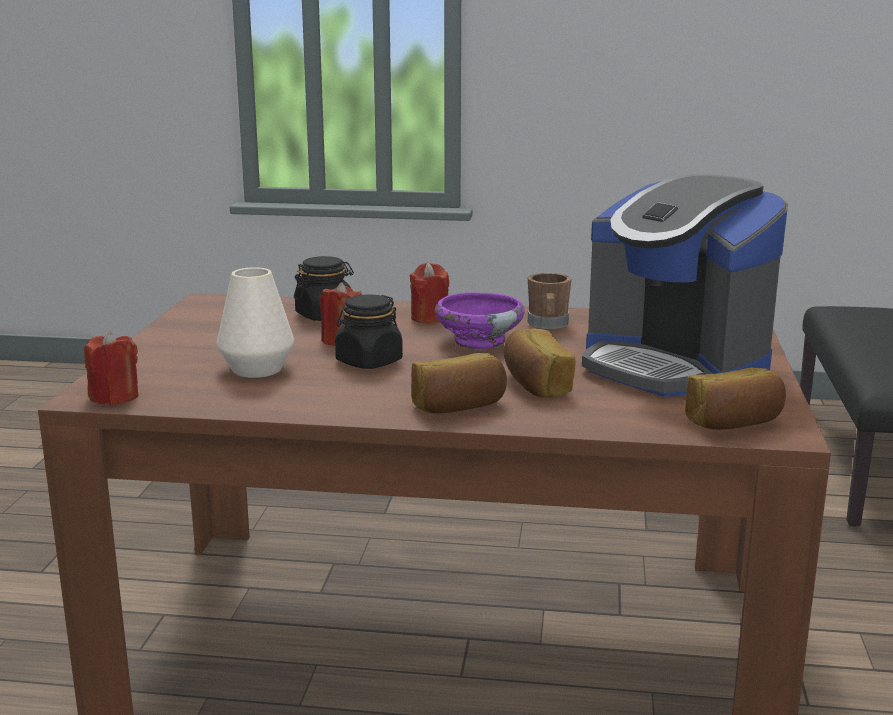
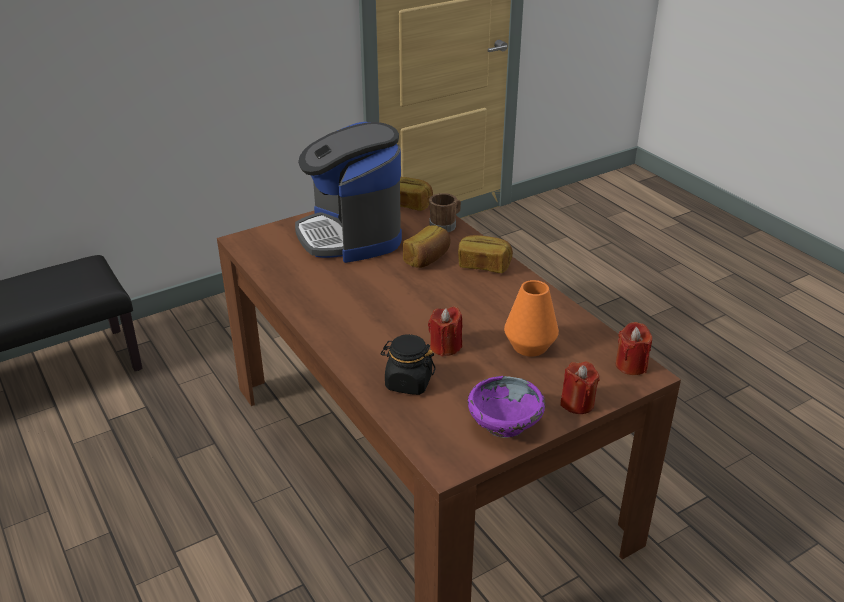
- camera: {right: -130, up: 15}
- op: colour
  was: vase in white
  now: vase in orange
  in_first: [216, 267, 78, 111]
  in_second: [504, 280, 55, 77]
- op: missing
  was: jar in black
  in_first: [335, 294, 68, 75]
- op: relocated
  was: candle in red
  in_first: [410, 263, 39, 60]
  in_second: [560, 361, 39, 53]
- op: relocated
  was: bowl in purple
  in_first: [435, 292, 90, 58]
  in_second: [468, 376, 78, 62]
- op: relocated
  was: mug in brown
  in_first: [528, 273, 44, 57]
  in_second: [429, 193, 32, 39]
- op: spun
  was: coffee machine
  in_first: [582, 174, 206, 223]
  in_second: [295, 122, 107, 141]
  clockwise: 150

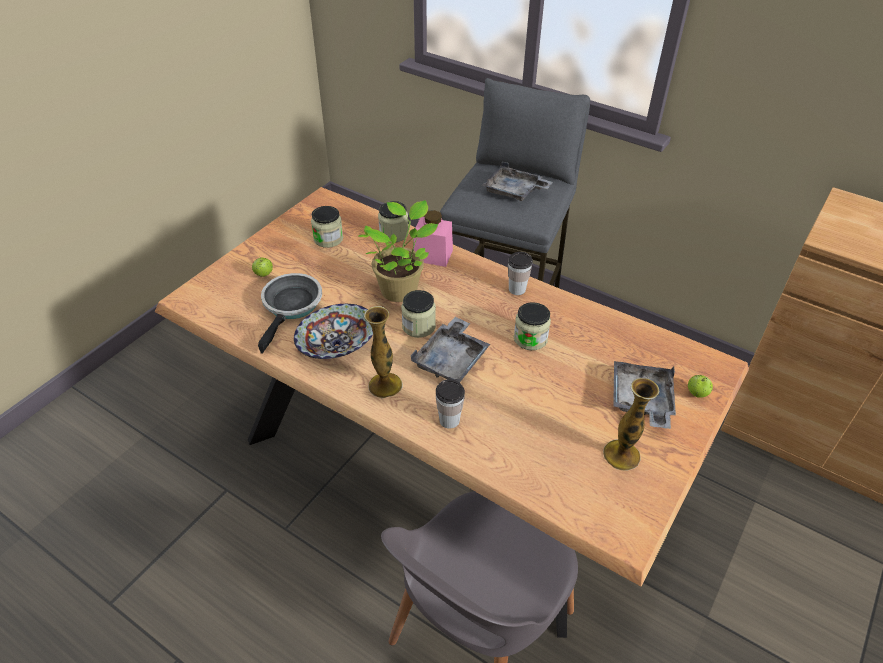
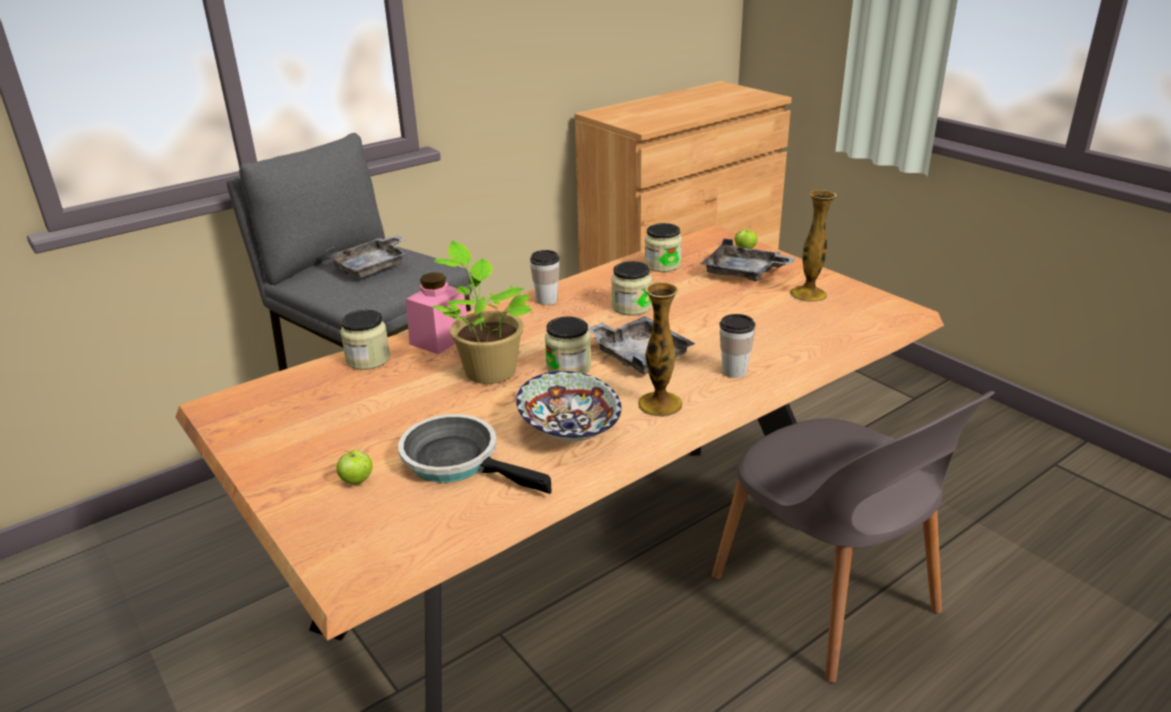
- camera: {right: -70, up: -15}
- op: relocated
  was: jar
  in_first: [311, 206, 32, 42]
  in_second: [645, 223, 37, 49]

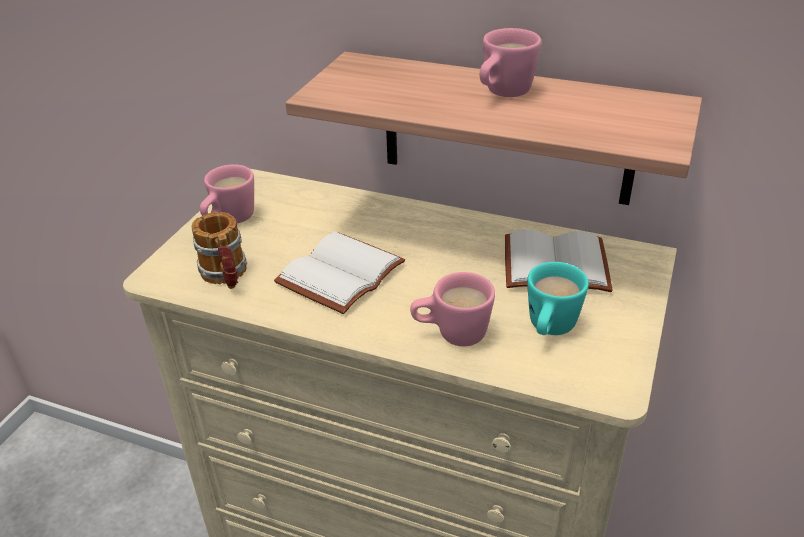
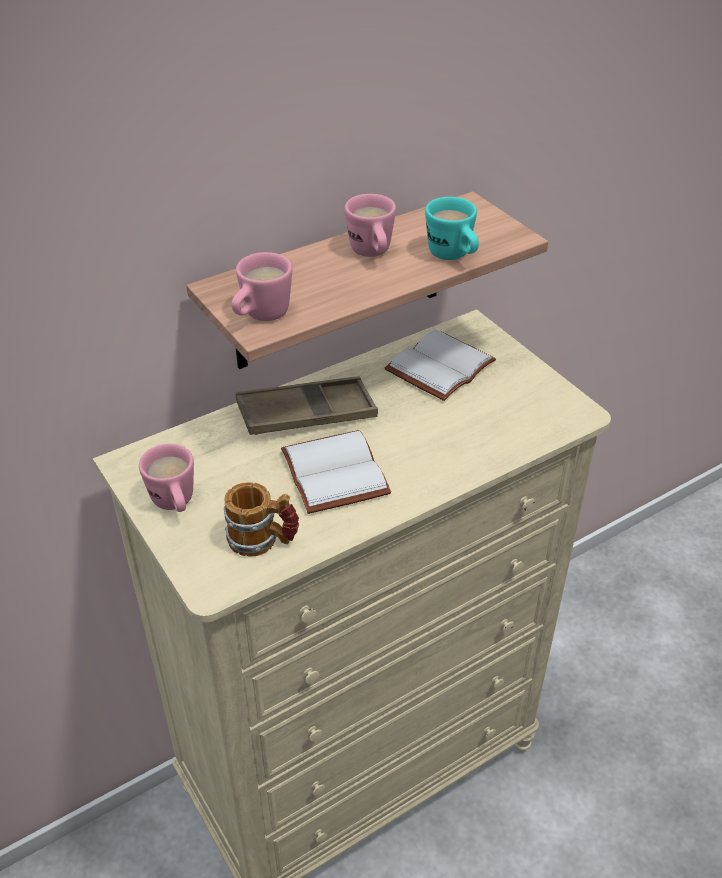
- camera: {right: -55, up: 5}
- op: relocated
  was: mug in pink
  in_first: [410, 272, 85, 74]
  in_second: [232, 252, 60, 69]
- op: relocated
  was: mug in turquoise
  in_first: [527, 262, 62, 73]
  in_second: [425, 197, 54, 63]
- op: appeared
  now: tray in brown
  in_second: [236, 376, 142, 59]

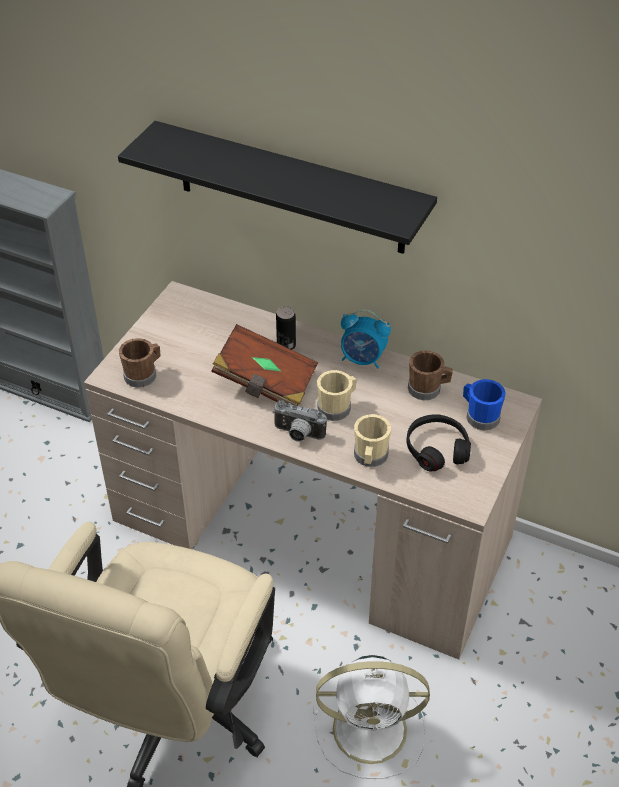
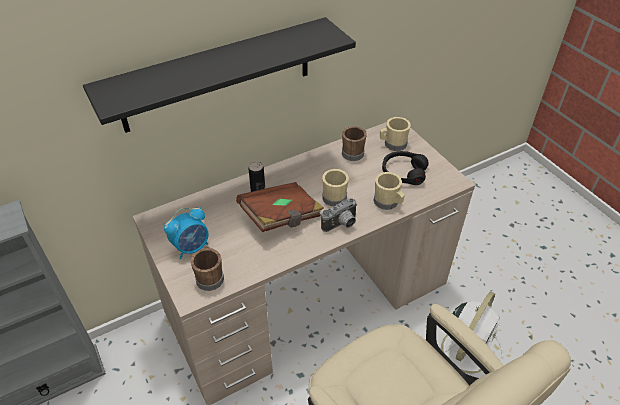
- camera: {right: -55, up: 0}
- op: relocated
  was: alarm clock
  in_first: [341, 309, 50, 59]
  in_second: [164, 207, 44, 52]
- op: colour
  was: mug in blue
  now: mug in beige
  in_first: [463, 379, 43, 52]
  in_second: [380, 117, 31, 34]

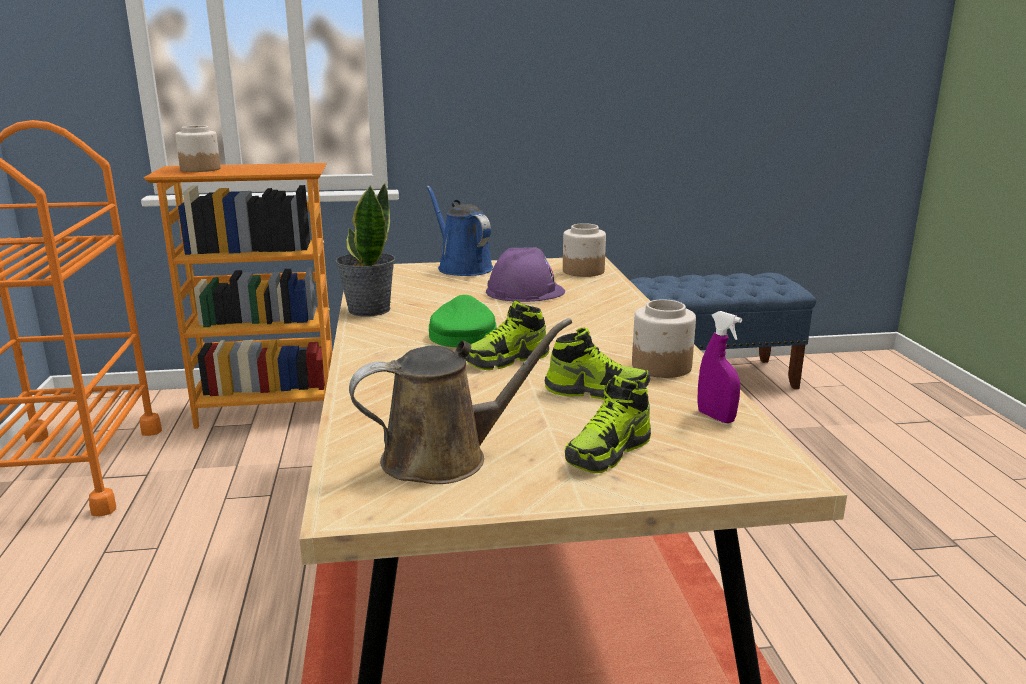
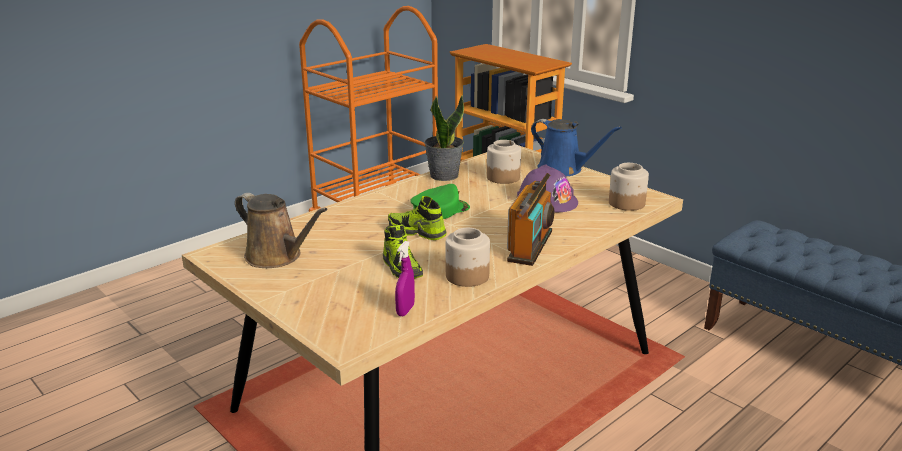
- camera: {right: 55, up: 5}
- op: relocated
  was: jar
  in_first: [175, 125, 45, 47]
  in_second: [487, 140, 34, 44]
- op: spun
  was: watering can in blue
  in_first: [426, 186, 67, 90]
  in_second: [531, 119, 91, 57]
  clockwise: 105
- op: missing
  was: shoe
  in_first: [565, 375, 86, 98]
- op: appeared
  now: radio
  in_second: [507, 173, 47, 93]

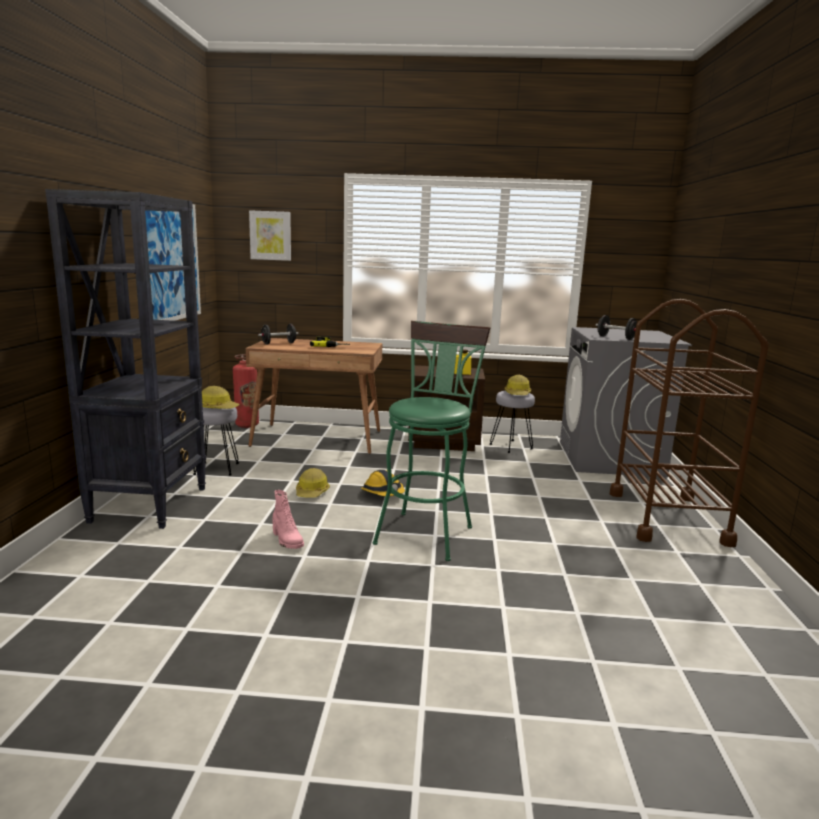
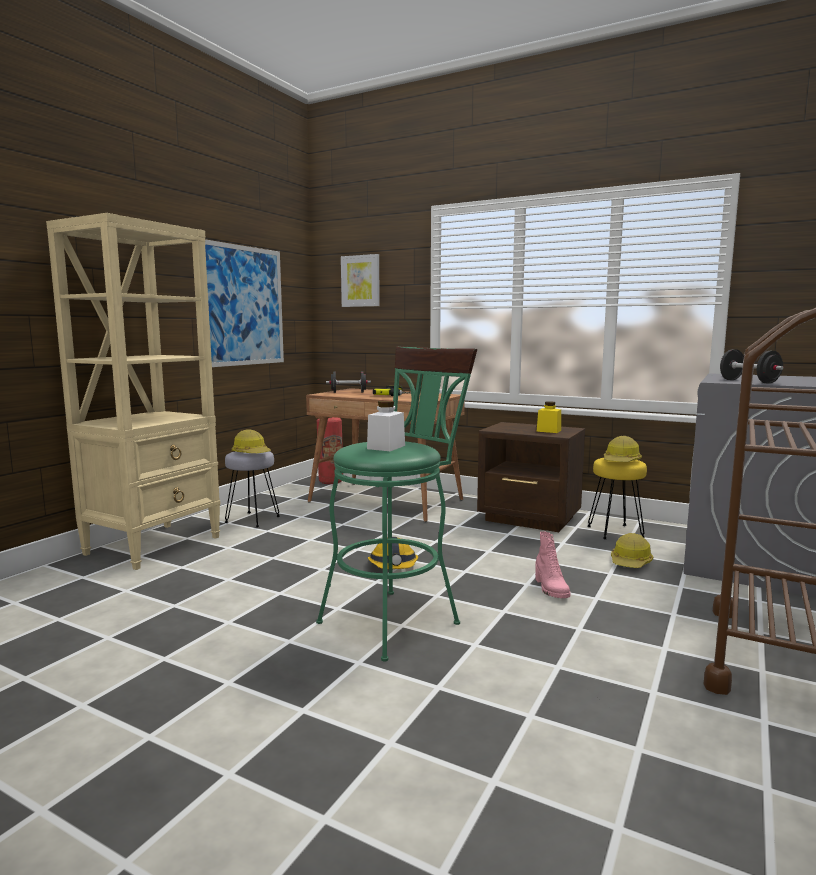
- camera: {right: 25, up: -5}
- op: colour
  was: bookcase in black
  now: bookcase in beige
  in_first: [45, 189, 161, 340]
  in_second: [46, 213, 174, 357]
- op: relocated
  was: boot in pink
  in_first: [272, 490, 32, 59]
  in_second: [535, 532, 35, 66]
- op: relocated
  was: hard hat
  in_first: [296, 468, 34, 30]
  in_second: [611, 533, 43, 35]
- op: colour
  was: stool in grey
  now: stool in yellow
  in_first: [490, 391, 45, 62]
  in_second: [587, 458, 60, 82]
- op: appeared
  now: jar in white
  in_second: [367, 400, 38, 51]

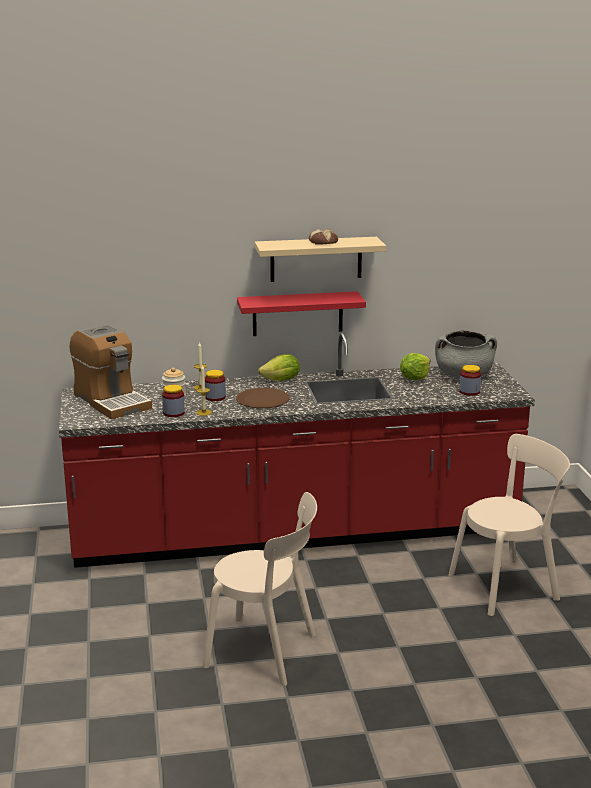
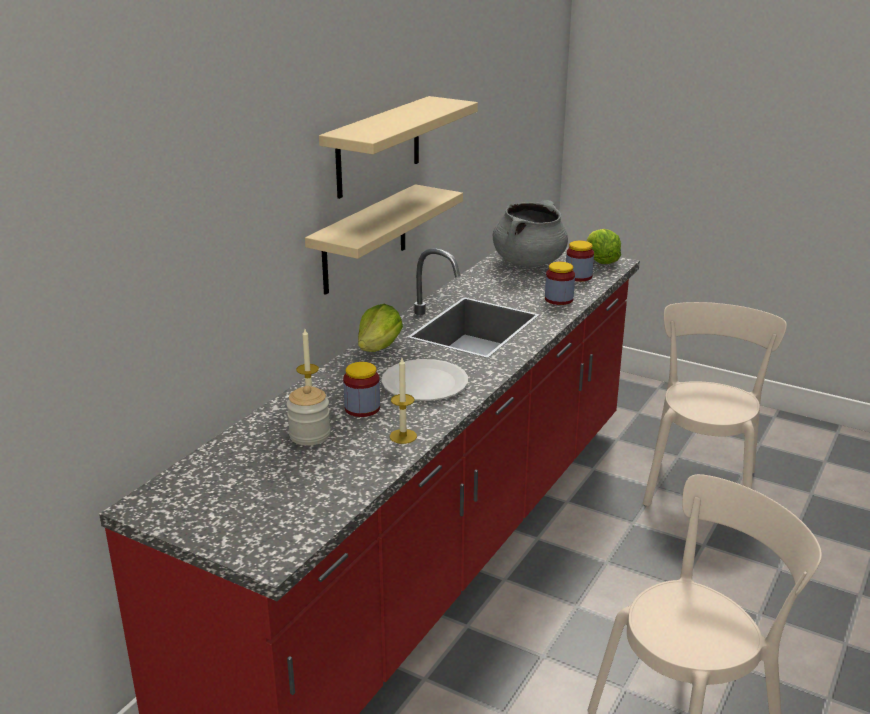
- camera: {right: -50, up: 5}
- op: missing
  was: coffee machine
  in_first: [70, 324, 82, 95]
- op: relocated
  was: jar
  in_first: [162, 385, 23, 32]
  in_second: [545, 262, 30, 43]
- op: colour
  was: plate in brown
  now: plate in white
  in_first: [236, 388, 54, 20]
  in_second: [381, 359, 87, 42]
- op: colour
  was: shelf in red
  now: shelf in beige
  in_first: [237, 291, 129, 45]
  in_second: [305, 184, 158, 111]
- op: missing
  was: bread
  in_first: [309, 229, 29, 16]
- op: relocated
  was: lettuce
  in_first: [400, 353, 30, 27]
  in_second: [587, 229, 34, 35]

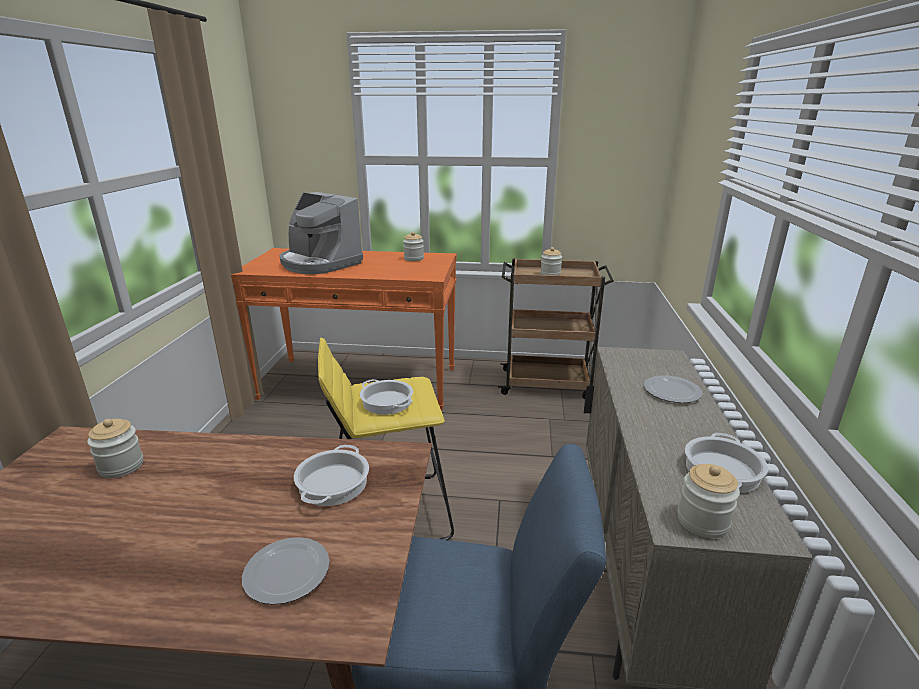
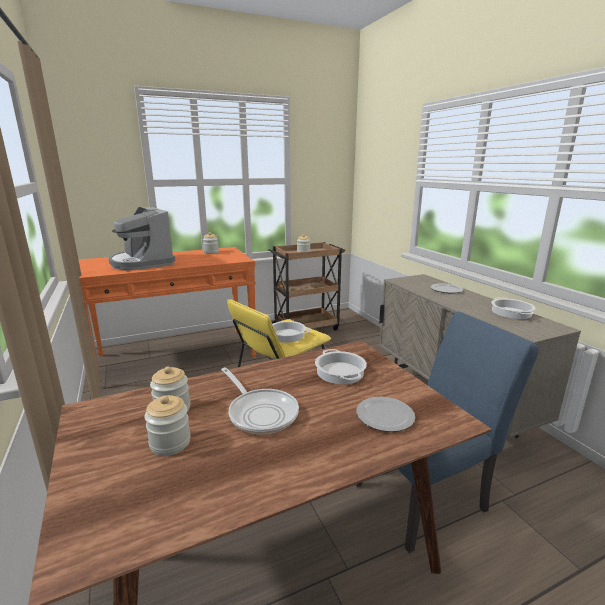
- camera: {right: -30, up: -5}
- op: spun
  was: coffee machine
  in_first: [279, 192, 84, 82]
  in_second: [109, 207, 67, 64]
  clockwise: 45
- op: relocated
  was: jar
  in_first: [677, 464, 63, 74]
  in_second: [144, 395, 47, 61]
- op: appeared
  now: frying pan
  in_second: [221, 367, 78, 67]

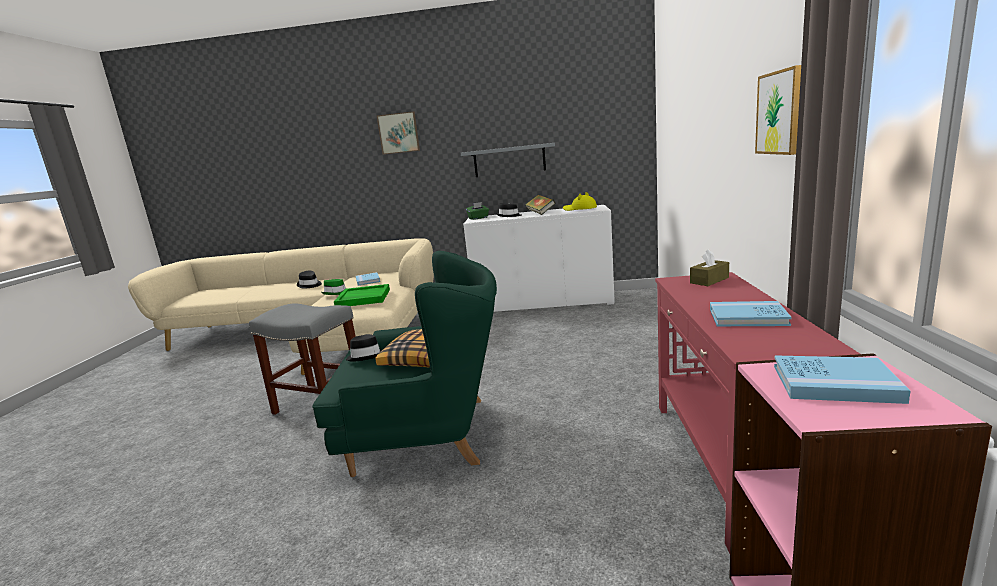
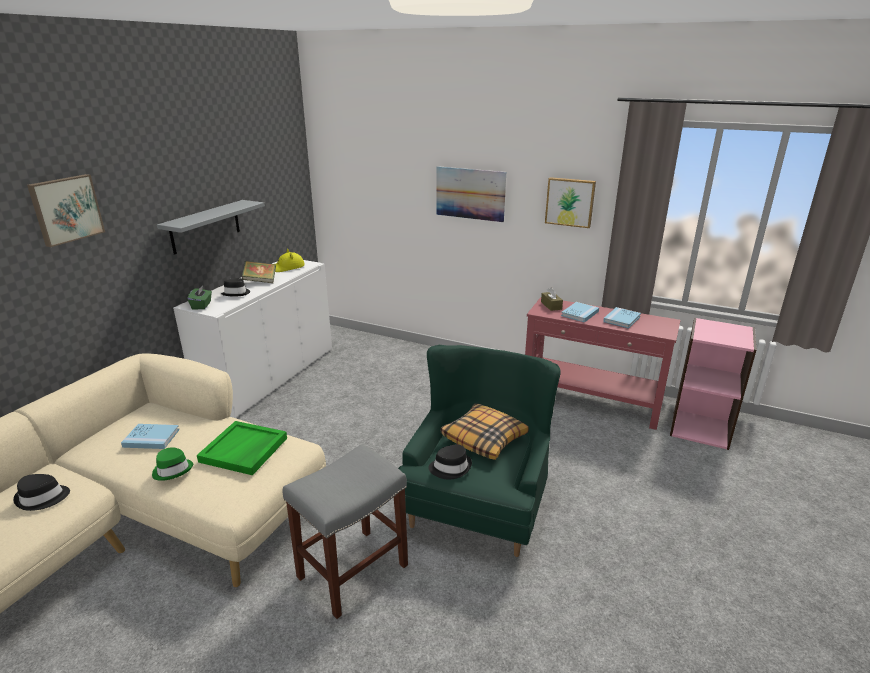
- camera: {right: -70, up: 10}
- op: relocated
  was: book in blue
  in_first: [774, 356, 136, 48]
  in_second: [561, 302, 38, 21]
- op: appeared
  now: picture
  in_second: [436, 166, 70, 56]

